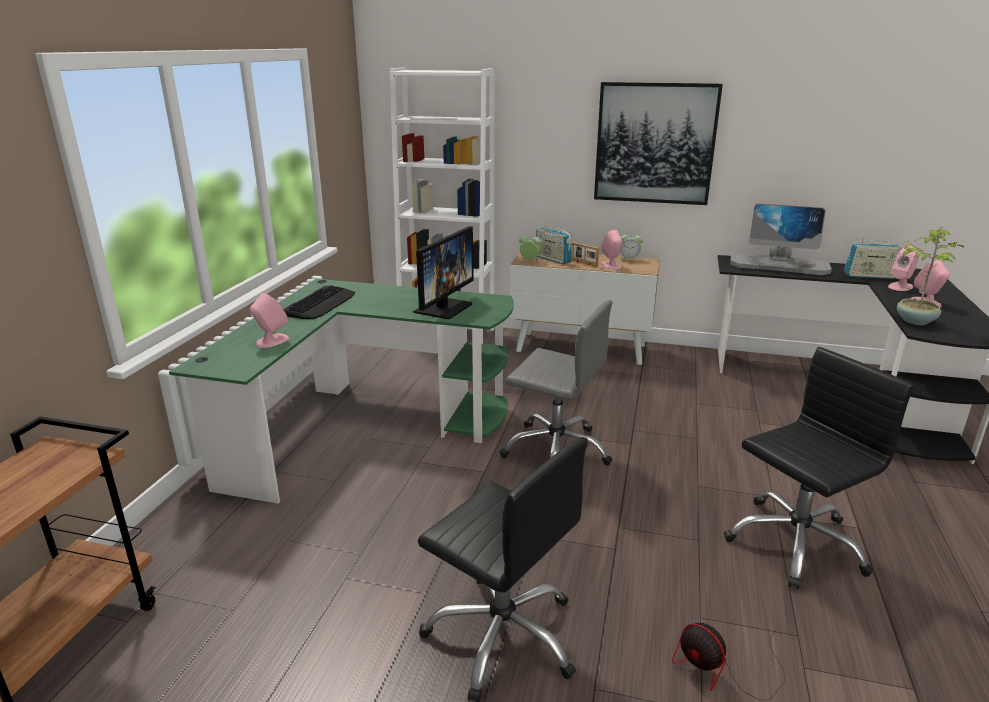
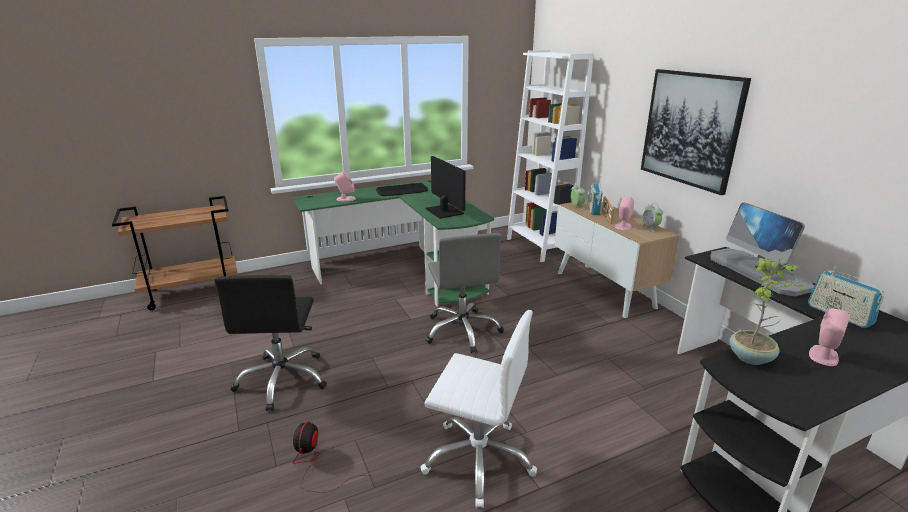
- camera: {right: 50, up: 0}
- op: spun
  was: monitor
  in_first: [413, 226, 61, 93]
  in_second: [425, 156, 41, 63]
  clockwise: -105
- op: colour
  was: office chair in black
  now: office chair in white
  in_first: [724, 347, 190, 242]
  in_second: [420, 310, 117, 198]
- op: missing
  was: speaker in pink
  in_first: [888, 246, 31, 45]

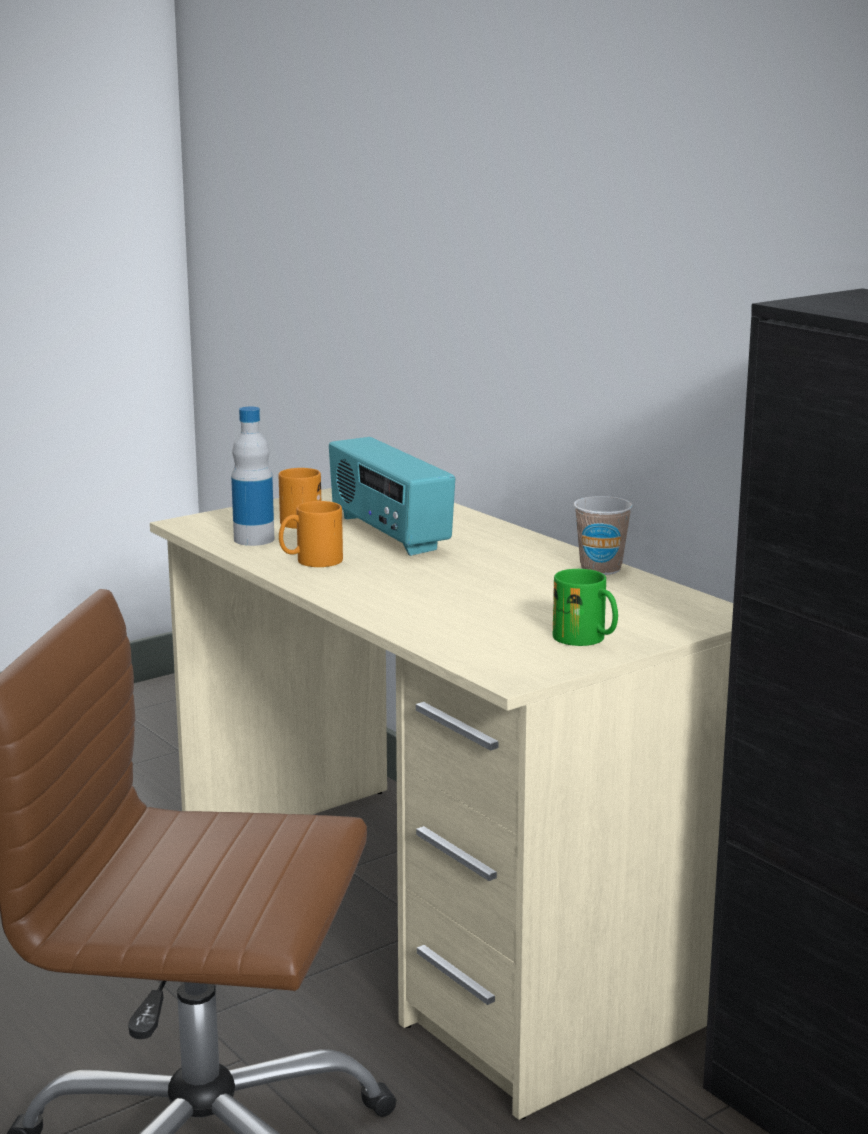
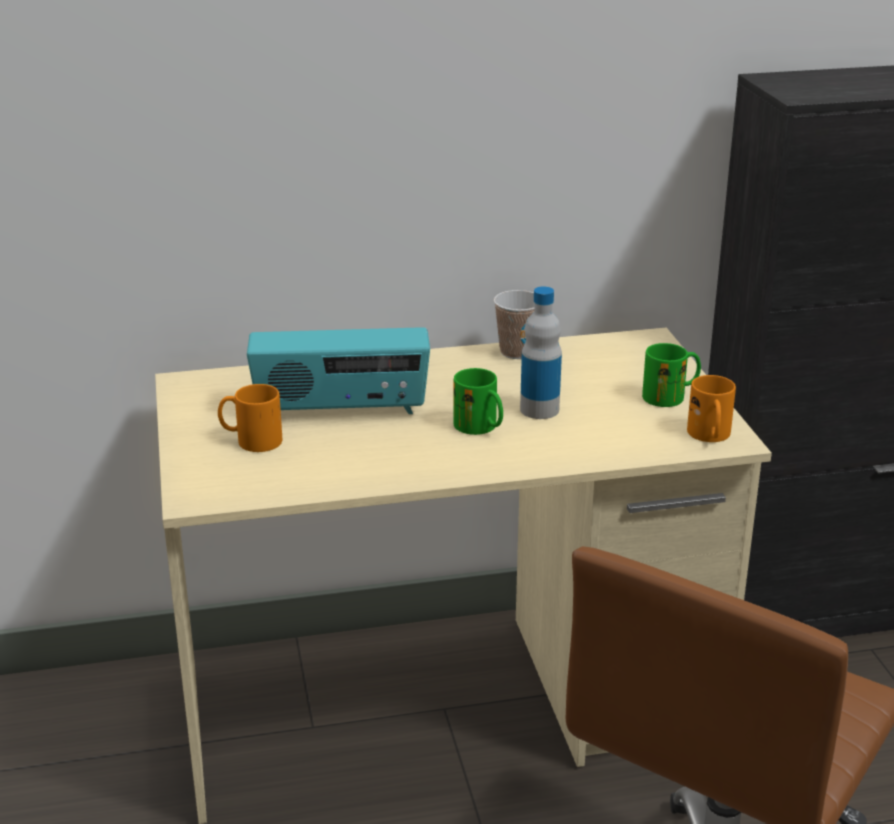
- camera: {right: -65, up: 10}
- op: relocated
  was: bottle
  in_first: [231, 407, 43, 139]
  in_second: [520, 286, 42, 133]
- op: relocated
  was: mug in orange
  in_first: [279, 501, 64, 66]
  in_second: [687, 375, 49, 67]
- op: appeared
  now: mug in green
  in_second: [454, 368, 49, 67]

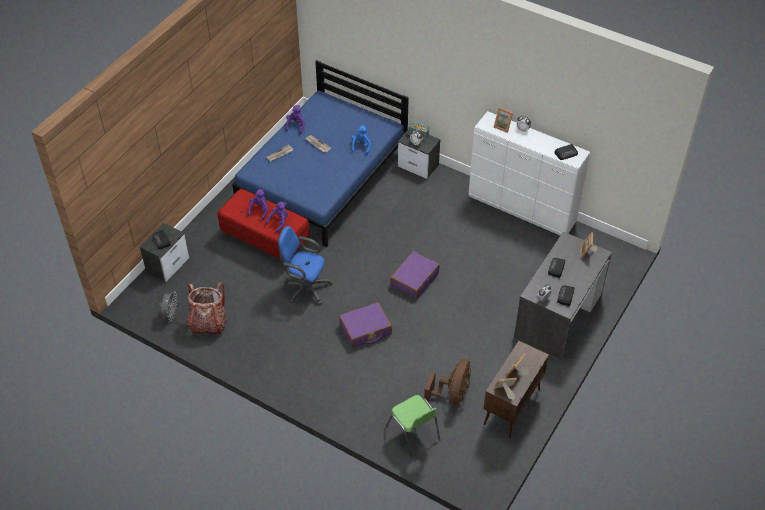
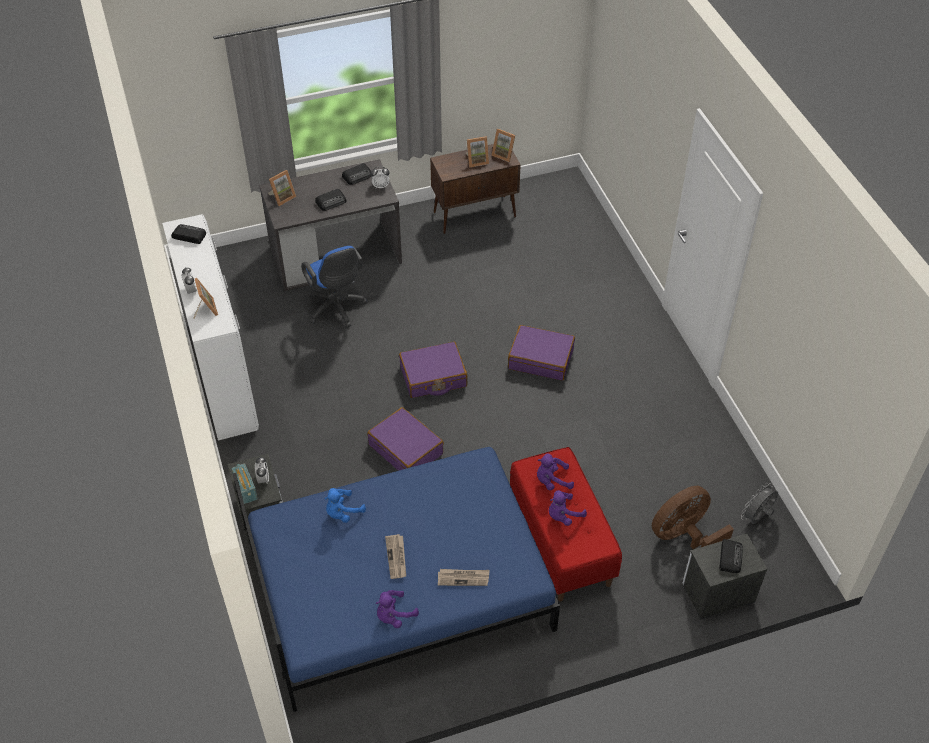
- camera: {right: -140, up: 0}
- op: missing
  was: backpack
  in_first: [187, 282, 40, 53]
- op: relocated
  was: office chair in blue
  in_first: [278, 226, 55, 79]
  in_second: [301, 245, 66, 83]
- op: missing
  was: chair in green
  in_first: [386, 395, 55, 63]
- op: relocated
  was: fan in brown
  in_first: [424, 359, 47, 46]
  in_second: [652, 486, 82, 63]
- op: appeared
  now: suitcase in purple
  in_second: [367, 407, 77, 64]

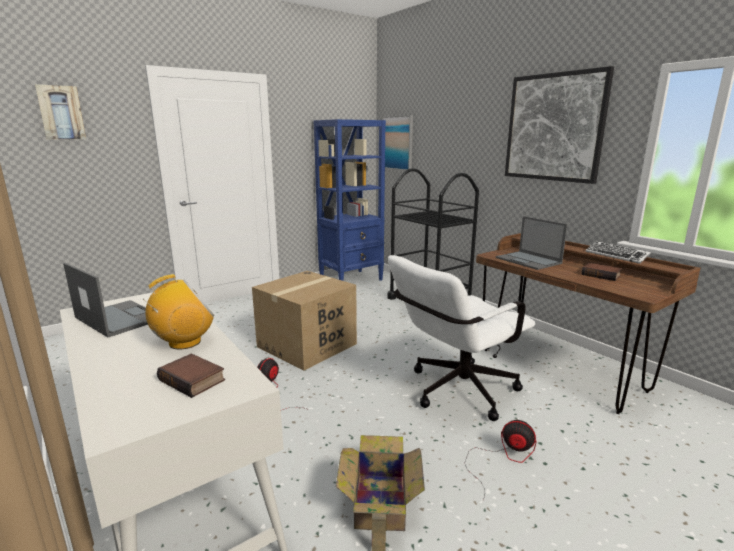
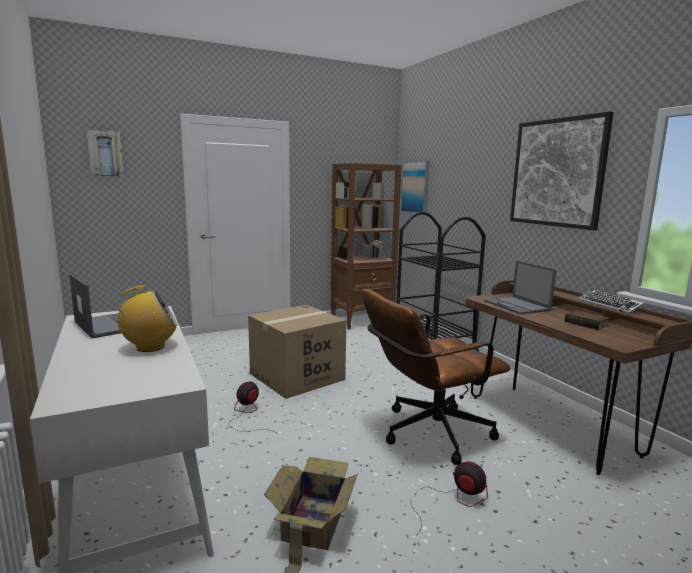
- camera: {right: 10, up: -5}
- op: missing
  was: book
  in_first: [157, 354, 68, 44]
- op: colour
  was: bookcase in blue
  now: bookcase in brown
  in_first: [313, 119, 73, 162]
  in_second: [331, 163, 71, 167]
- op: colour
  was: office chair in white
  now: office chair in brown
  in_first: [388, 255, 147, 166]
  in_second: [361, 289, 149, 176]

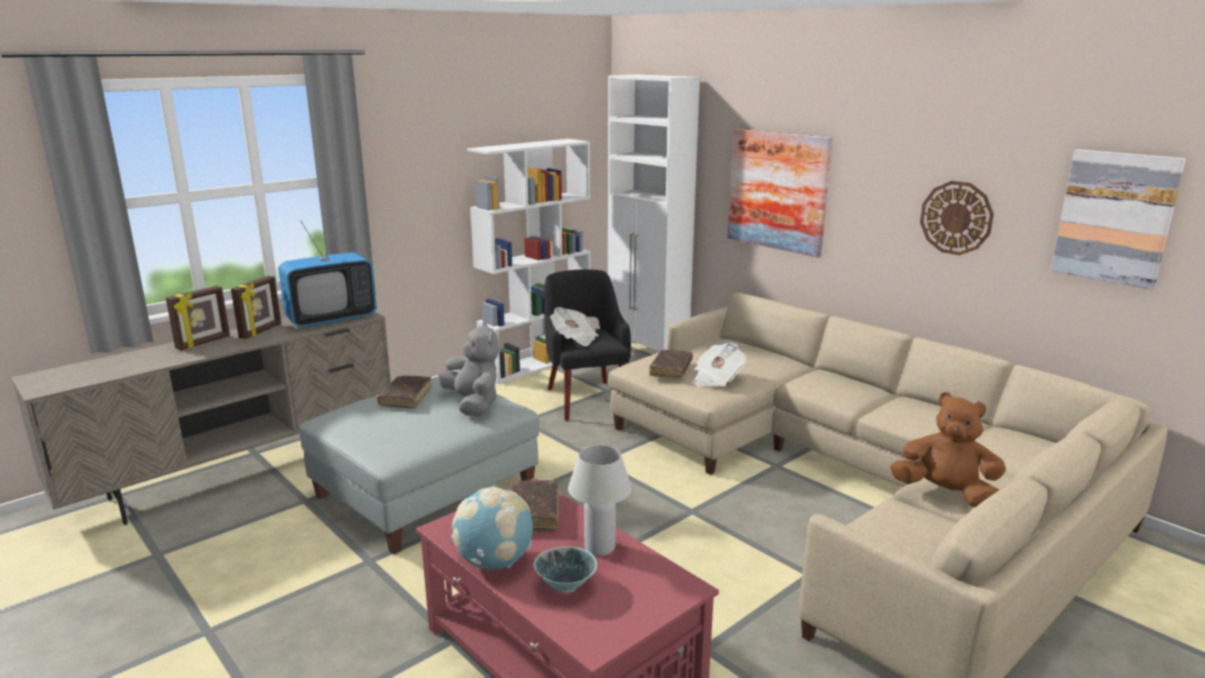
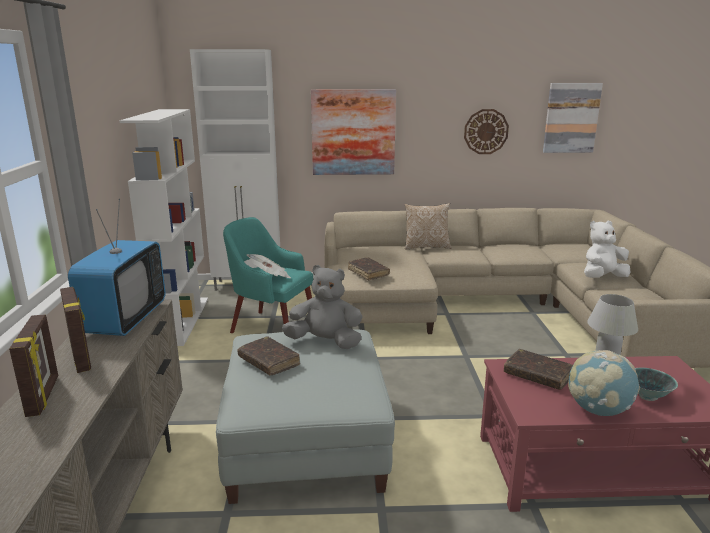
- camera: {right: -50, up: 0}
- op: colour
  was: armchair in black
  now: armchair in turquoise
  in_first: [544, 269, 87, 152]
  in_second: [223, 217, 90, 116]
- op: missing
  was: newspaper
  in_first: [693, 343, 54, 44]
- op: colour
  was: plush toy in brown
  now: plush toy in white
  in_first: [890, 392, 116, 115]
  in_second: [584, 221, 46, 57]
- op: appeared
  now: pillow
  in_second: [405, 203, 46, 47]

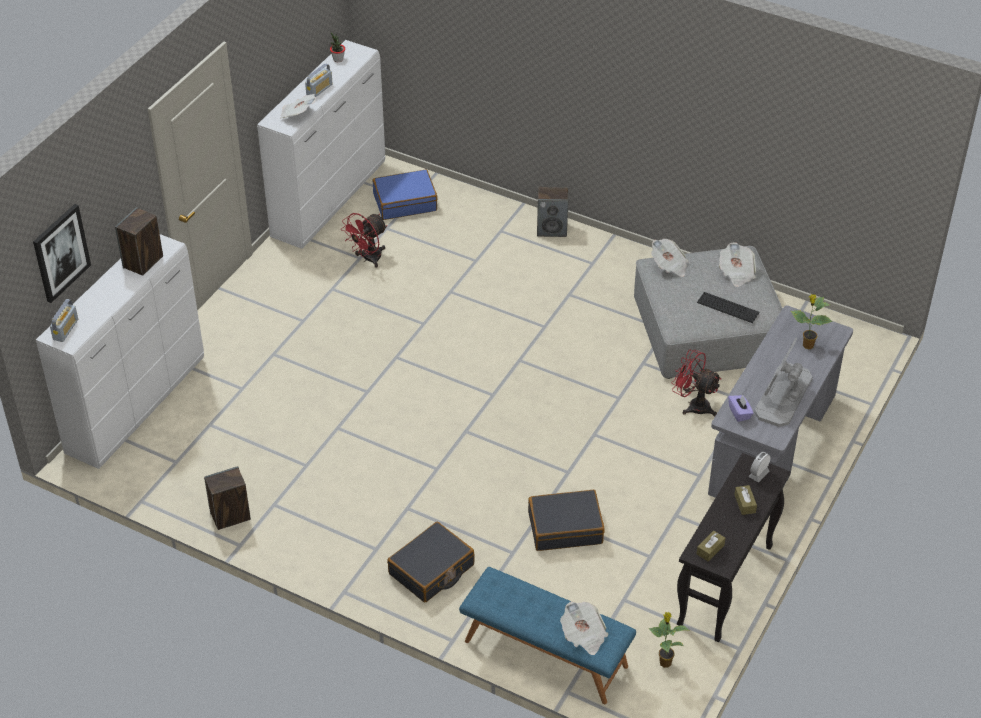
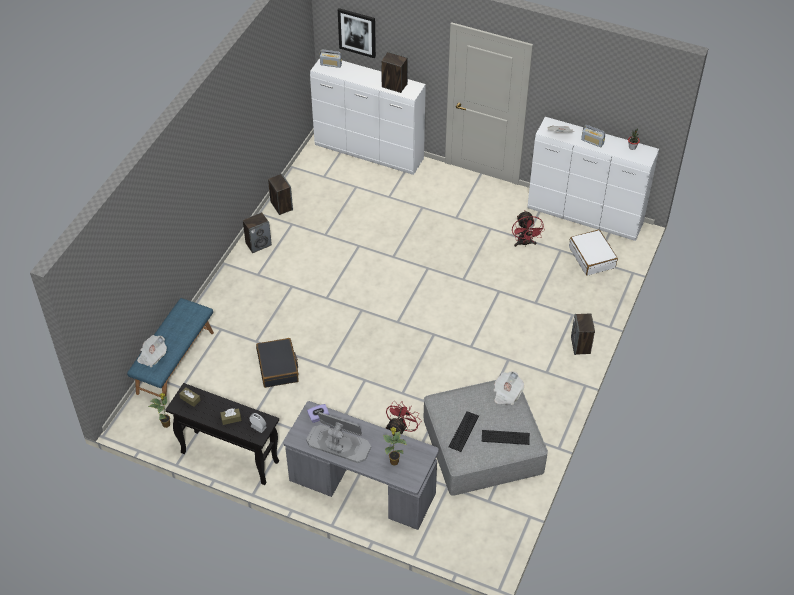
- camera: {right: 85, up: 5}
- op: spun
  was: fan in red
  in_first: [341, 213, 46, 55]
  in_second: [512, 211, 33, 36]
  clockwise: -135
- op: colour
  was: suitcase in blue
  now: suitcase in white
  in_first: [372, 169, 65, 51]
  in_second: [569, 230, 49, 46]
- op: missing
  was: suitcase in black
  in_first: [387, 522, 87, 80]
- op: exchanged
  was: newspaper
  now: keyboard
  in_first: [719, 242, 37, 45]
  in_second: [482, 430, 48, 15]
- op: appeared
  now: speaker
  in_second: [243, 212, 29, 41]

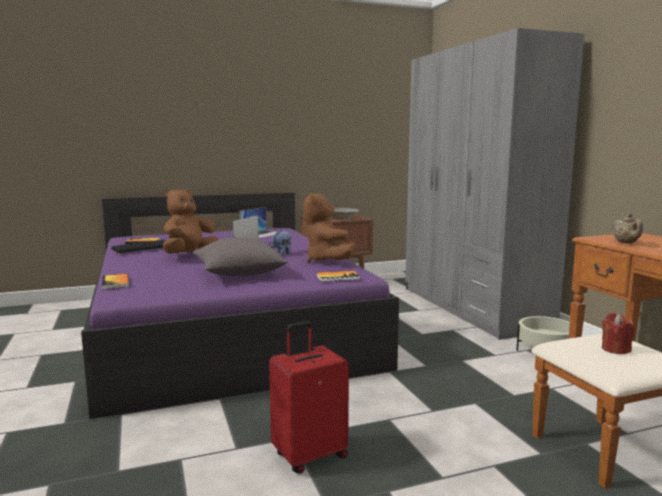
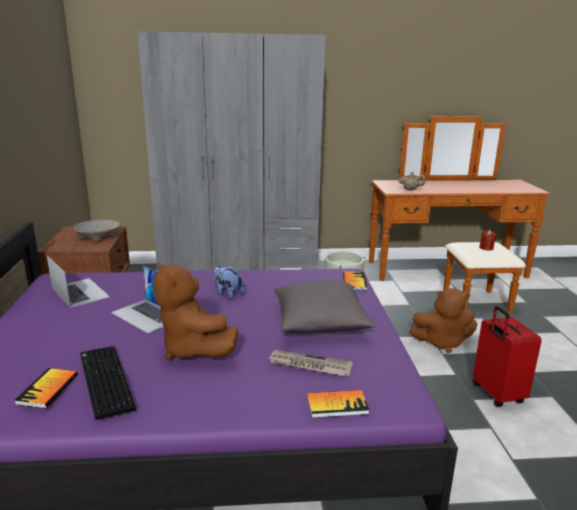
- camera: {right: -75, up: 10}
- op: relocated
  was: plush toy in brown
  in_first: [303, 193, 53, 70]
  in_second: [410, 288, 67, 65]
- op: appeared
  now: newspaper
  in_second: [268, 350, 85, 26]

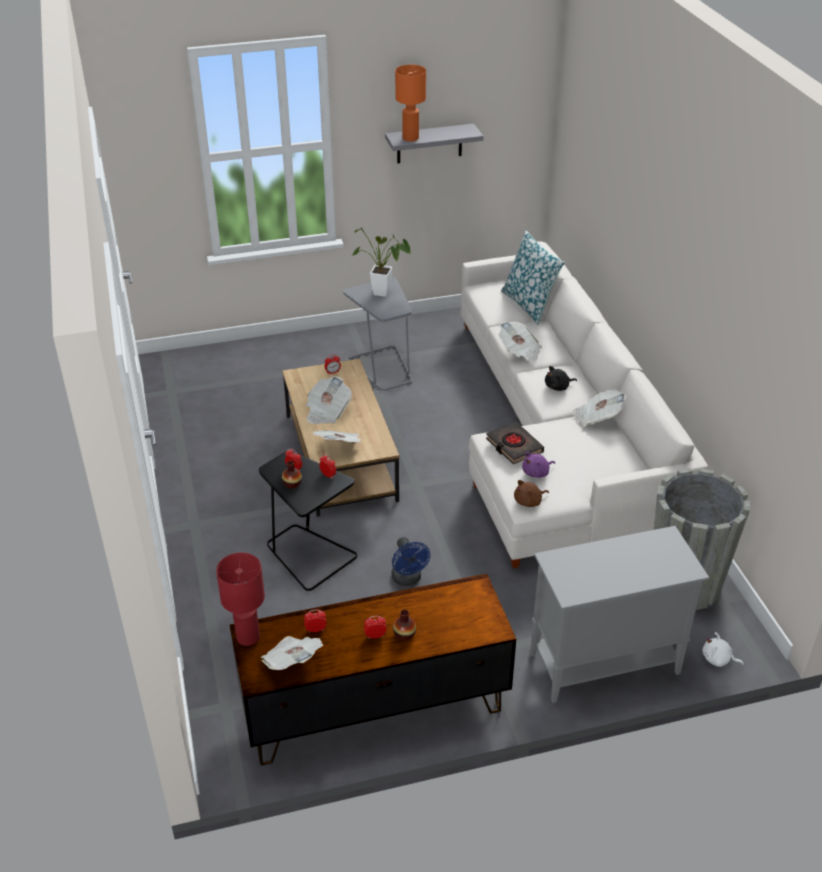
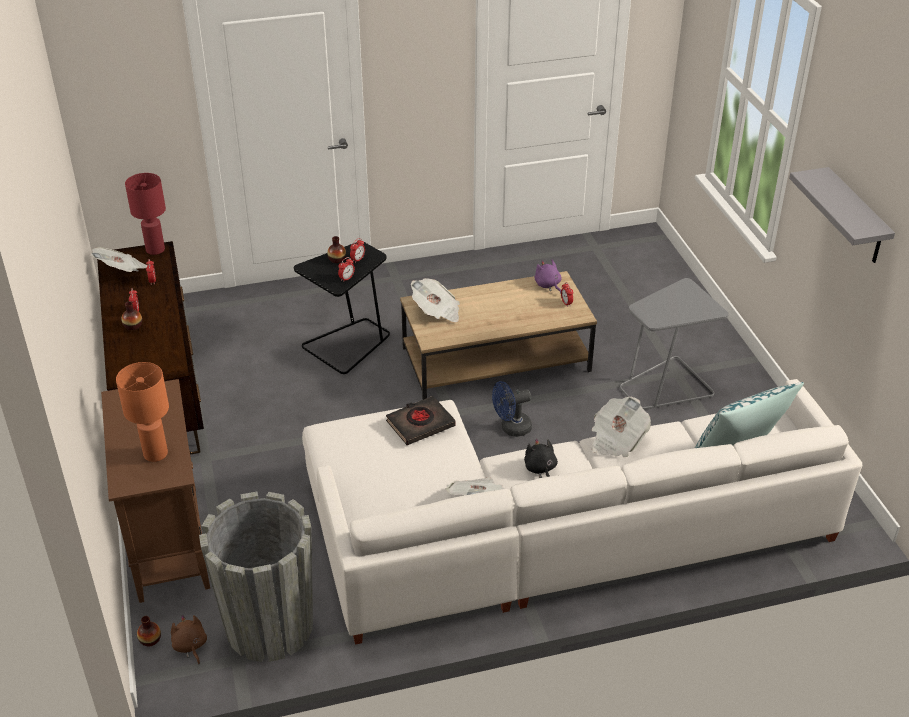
- camera: {right: 90, up: 0}
- op: missing
  was: newspaper
  in_first: [306, 376, 46, 48]
- op: missing
  was: potted plant
  in_first: [353, 227, 58, 70]
- op: relocated
  was: fan in blue
  in_first: [391, 537, 40, 49]
  in_second: [492, 381, 40, 56]
- op: relocated
  was: table lamp in orange
  in_first: [395, 65, 31, 77]
  in_second: [116, 362, 53, 100]
- op: relocated
  was: plush toy in brown
  in_first: [514, 480, 35, 27]
  in_second: [171, 615, 36, 49]
- op: relocated
  was: plush toy in purple
  in_first: [522, 452, 33, 26]
  in_second: [534, 260, 28, 34]
- op: colour
  was: cabinet in grey
  now: cabinet in brown
  in_first: [530, 526, 179, 177]
  in_second: [101, 379, 109, 224]
- op: exchanged
  was: plush toy in white
  now: vase
  in_first: [703, 632, 41, 35]
  in_second: [137, 616, 24, 30]

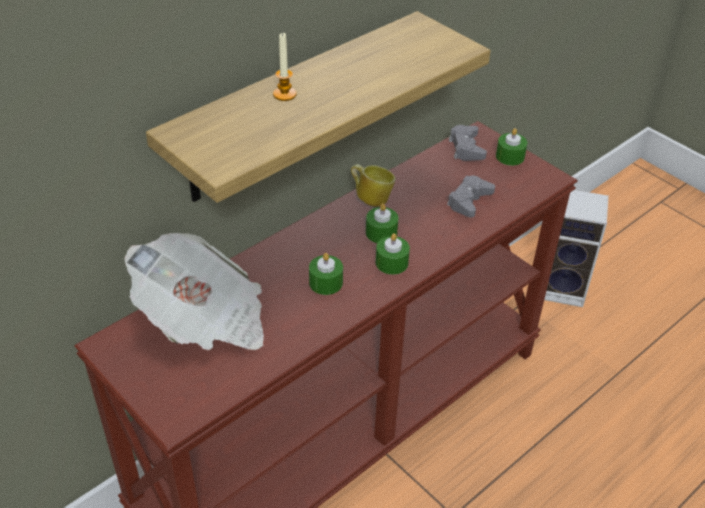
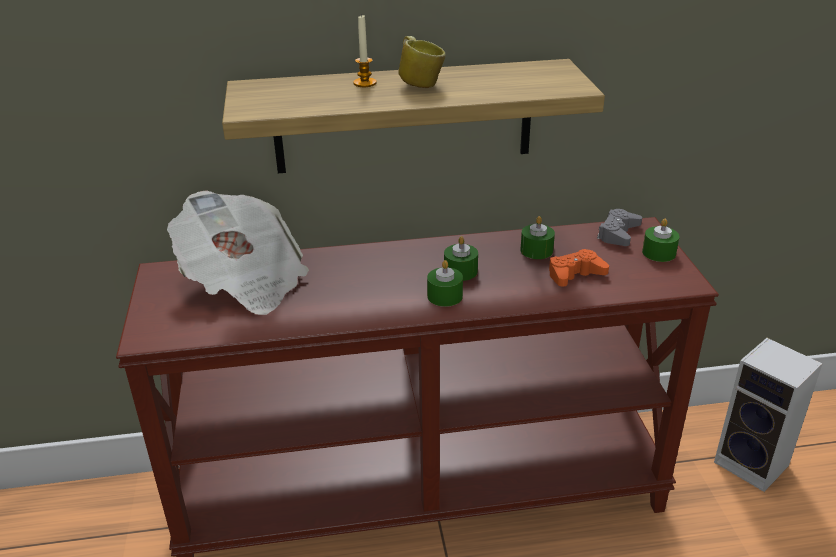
- camera: {right: 35, up: -10}
- op: relocated
  was: candle in green
  in_first: [309, 253, 34, 42]
  in_second: [521, 216, 34, 43]
- op: relocated
  was: mug
  in_first: [351, 164, 45, 43]
  in_second: [398, 36, 47, 52]
- op: colour
  was: game controller in grey
  now: game controller in orange
  in_first: [447, 176, 48, 42]
  in_second: [549, 249, 60, 38]

